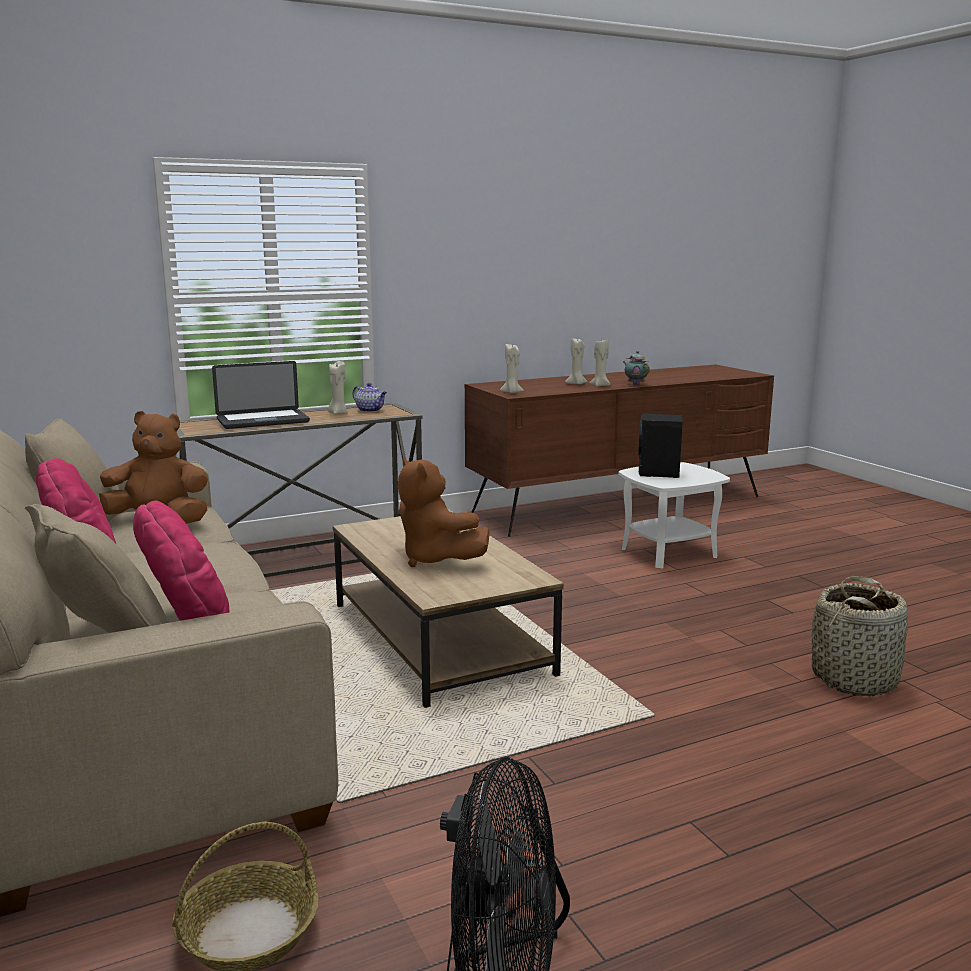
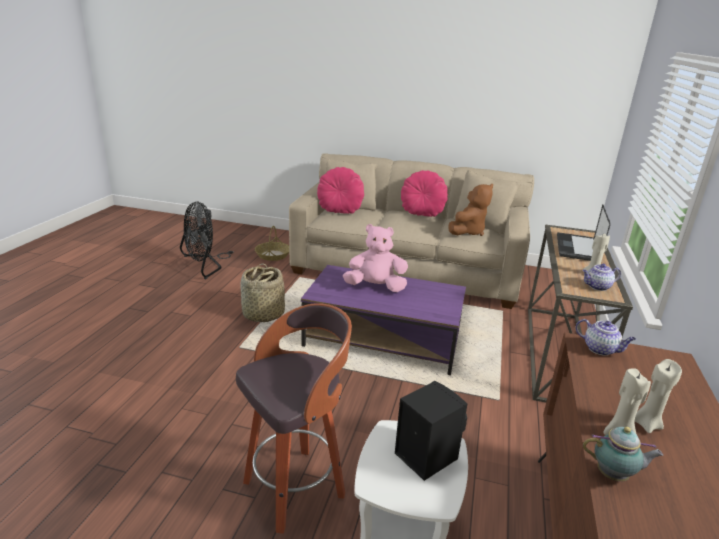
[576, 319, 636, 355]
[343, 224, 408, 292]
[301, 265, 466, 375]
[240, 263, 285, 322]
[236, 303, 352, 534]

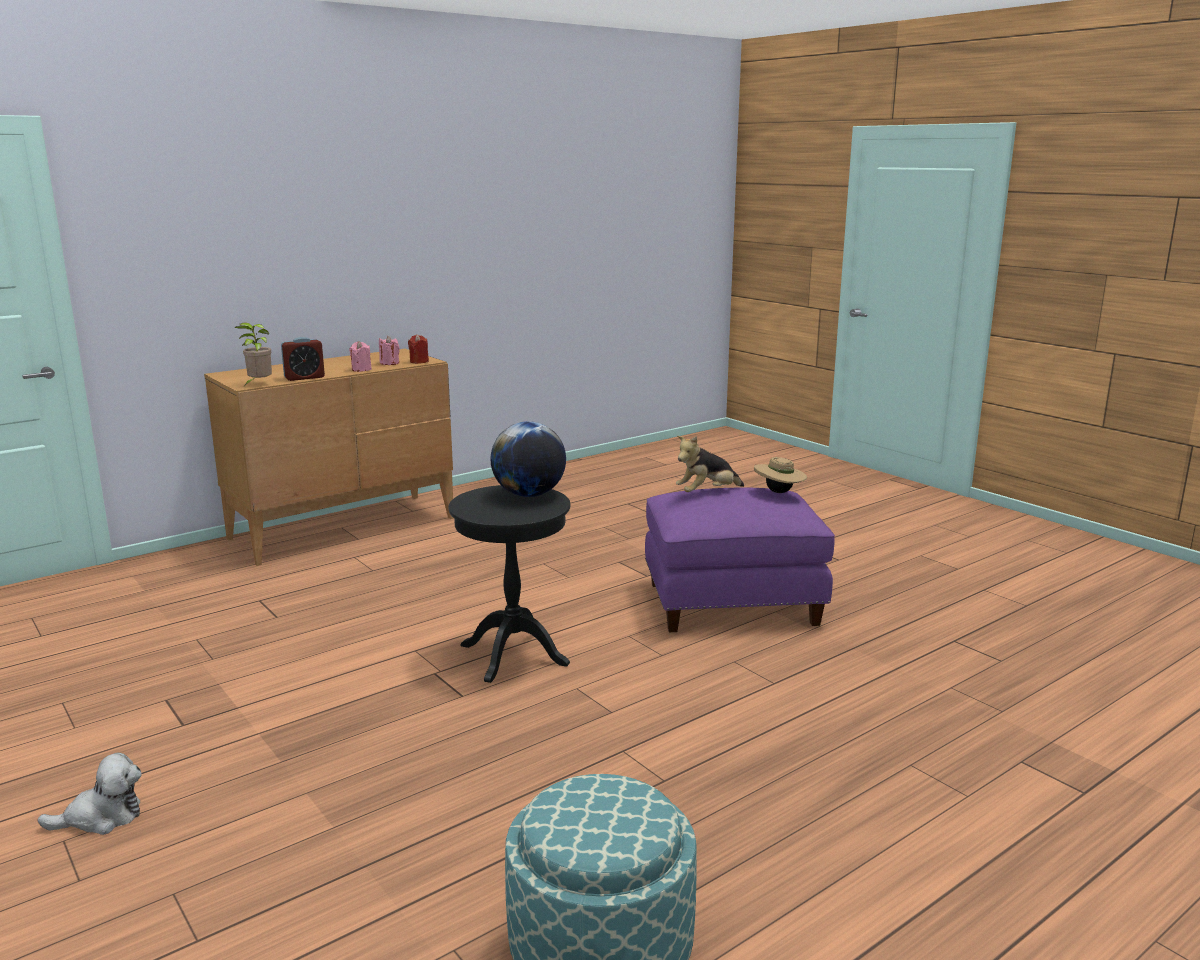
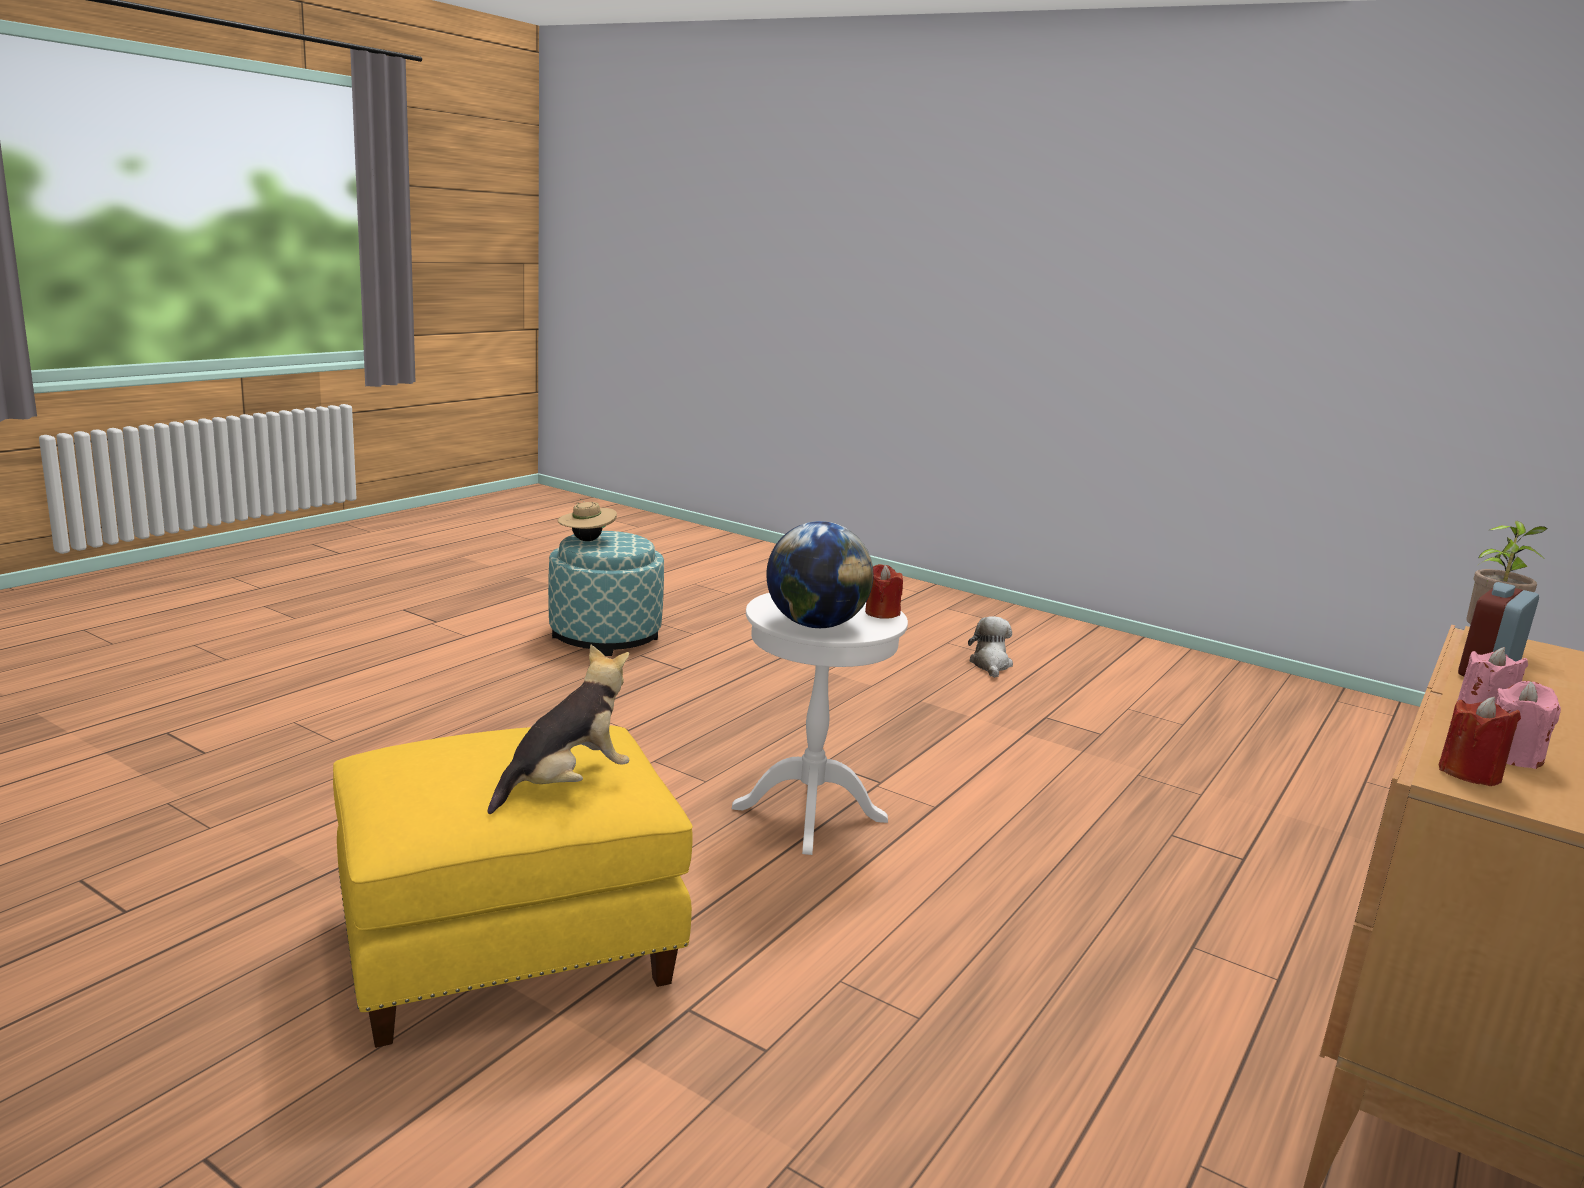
[558, 499, 617, 541]
[732, 593, 908, 855]
[333, 725, 693, 1048]
[968, 616, 1013, 678]
[865, 564, 903, 619]

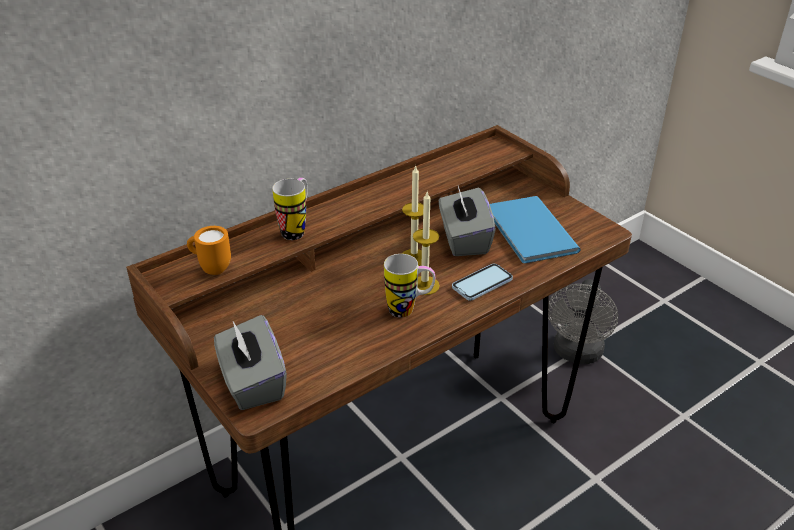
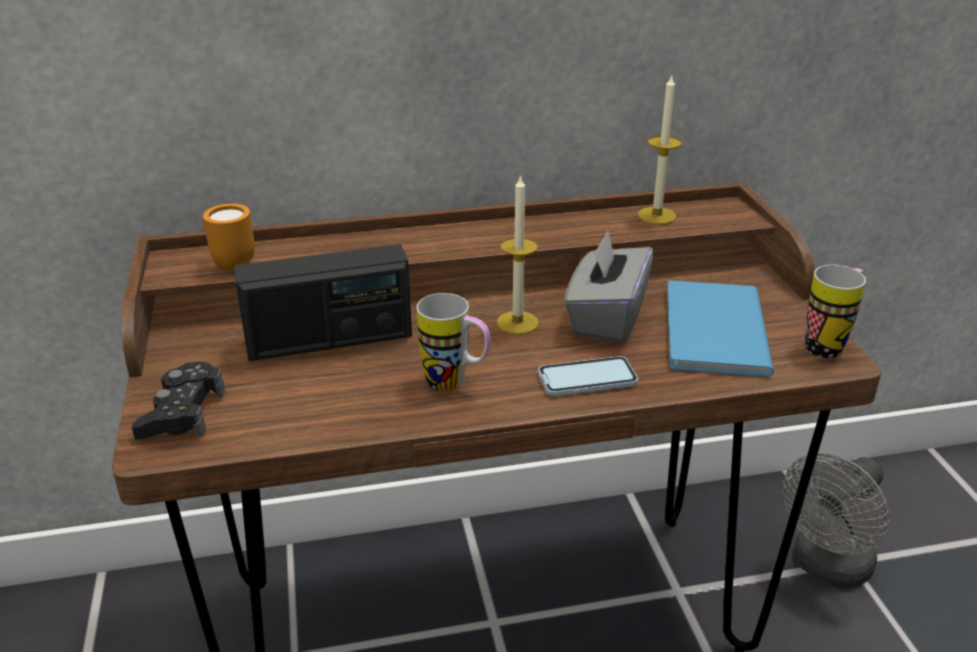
[806, 265, 866, 358]
[638, 75, 682, 224]
[131, 362, 225, 440]
[234, 244, 412, 361]

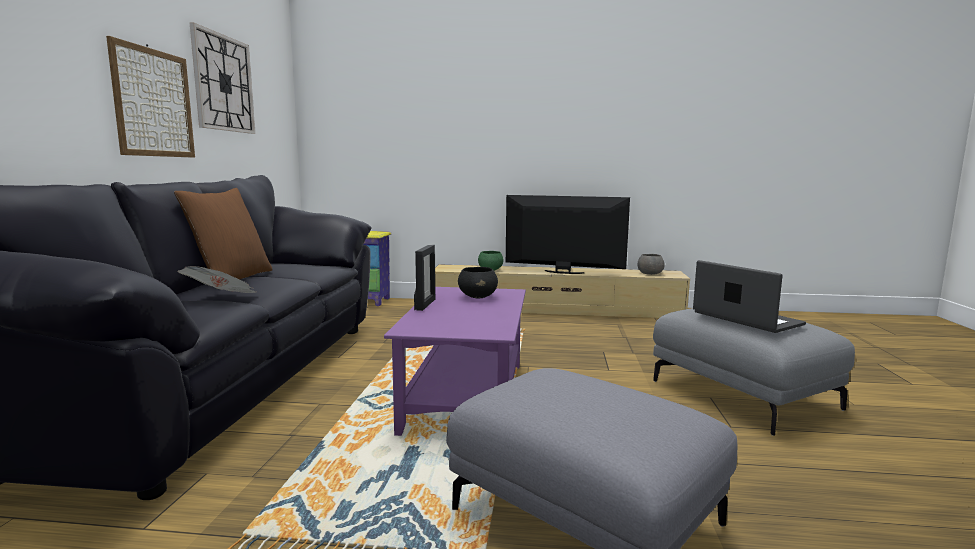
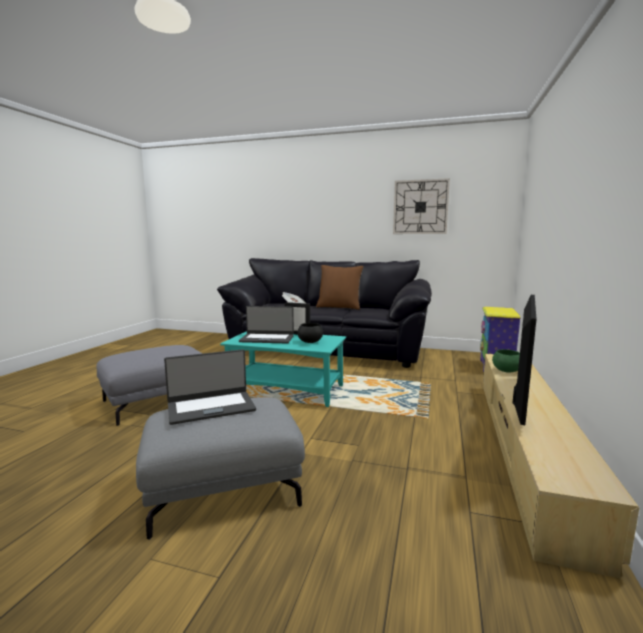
[106, 36, 195, 158] (first image)
[638, 254, 665, 275] (first image)
[220, 331, 346, 407]
[239, 306, 294, 344]

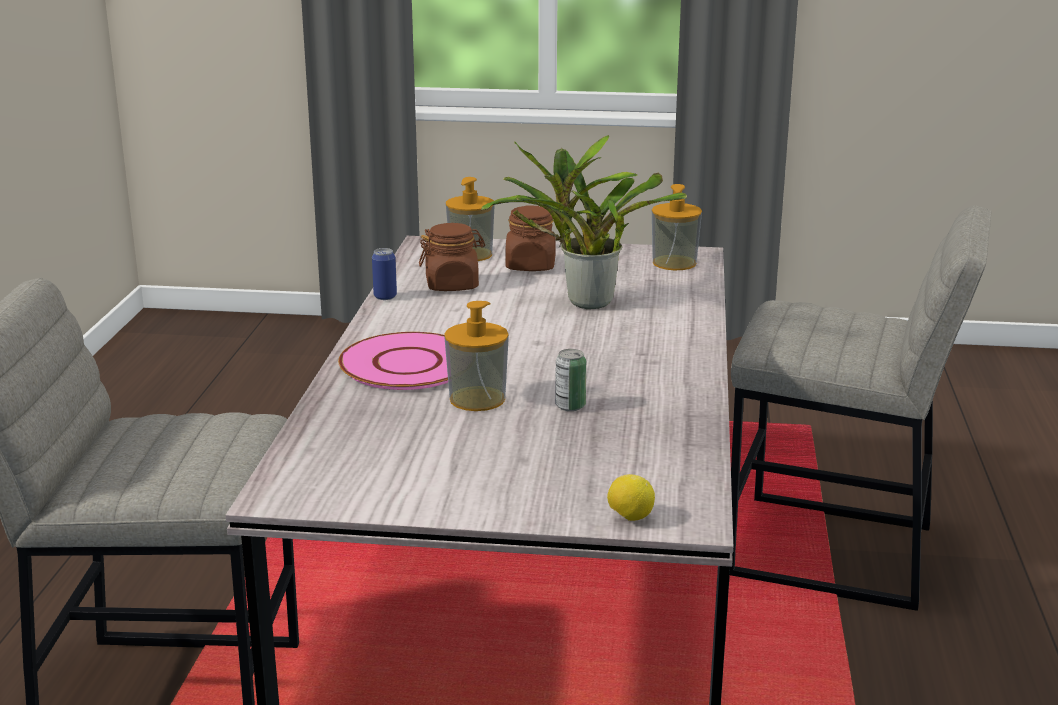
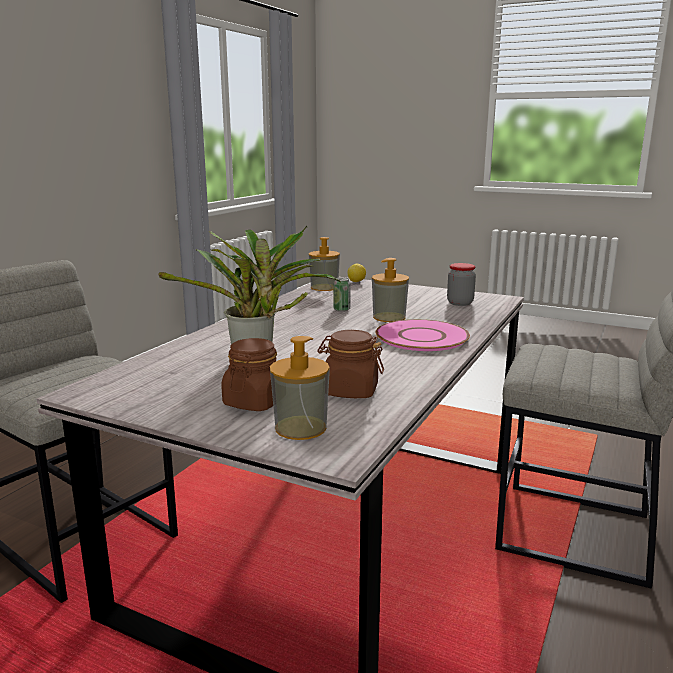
[309, 237, 340, 291]
[372, 248, 397, 300] (first image)
[447, 263, 476, 306]

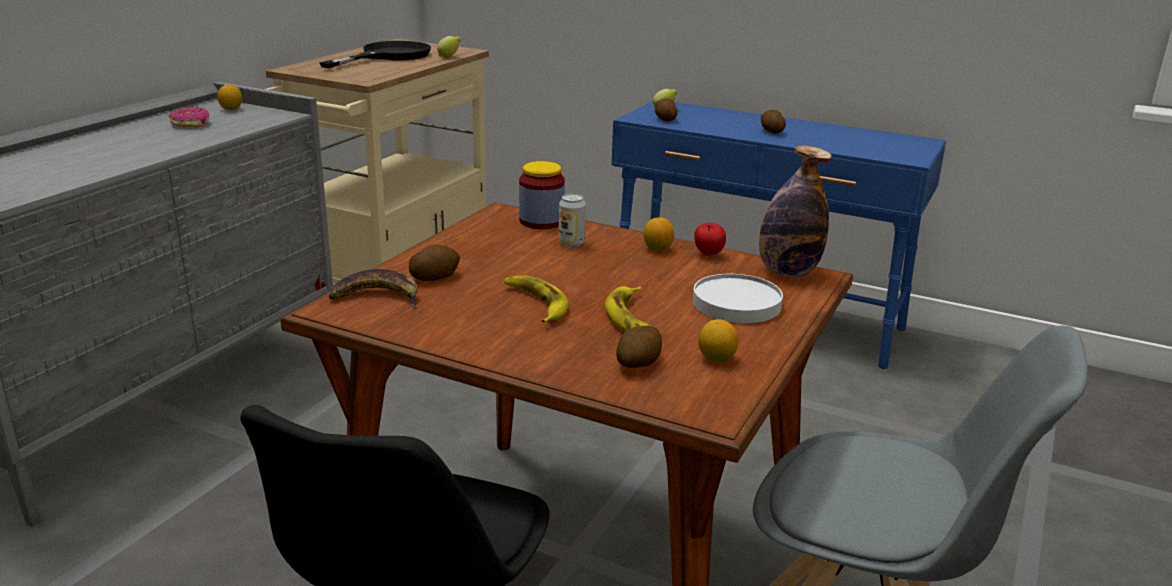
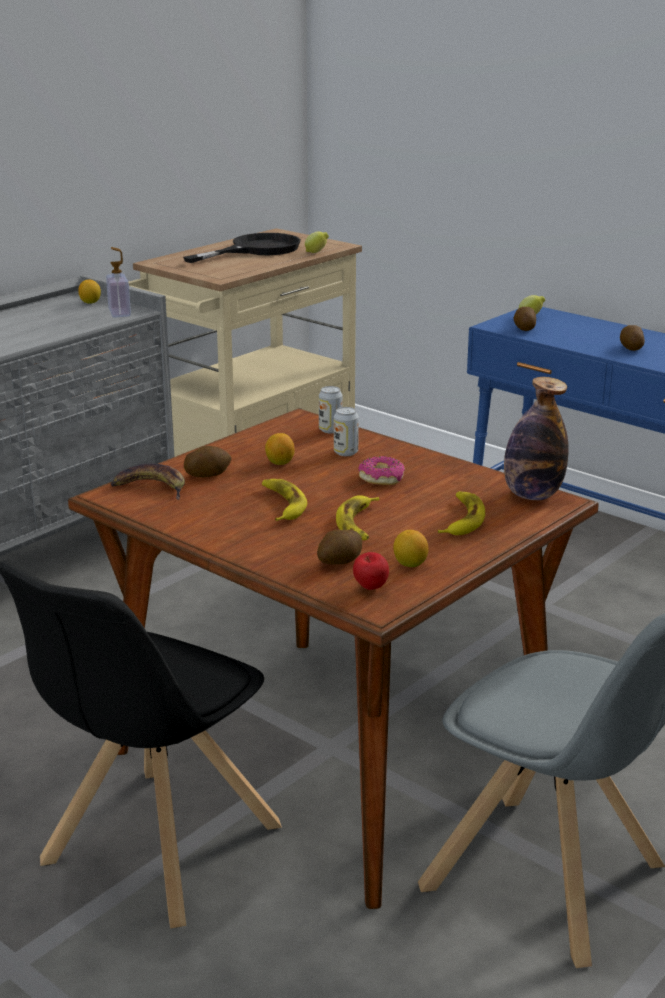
[358, 456, 405, 485]
[319, 386, 342, 433]
[265, 433, 295, 465]
[353, 552, 389, 590]
[438, 492, 485, 535]
[106, 247, 131, 318]

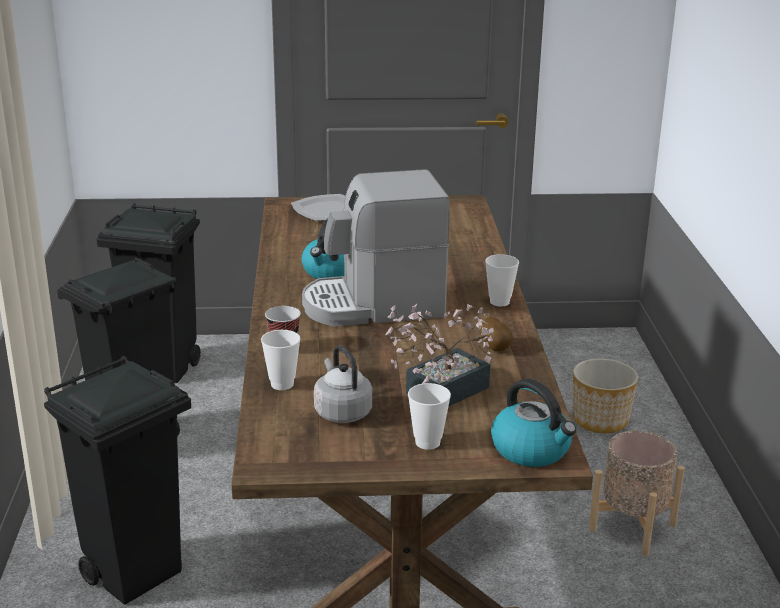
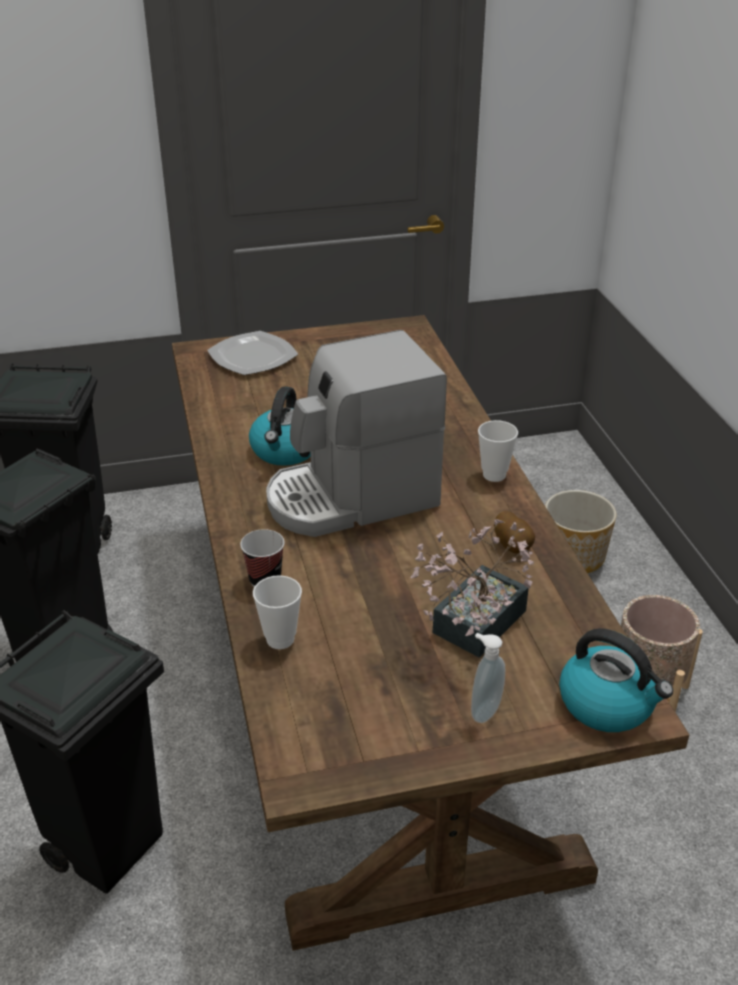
[314, 345, 372, 423] (first image)
[471, 633, 505, 723]

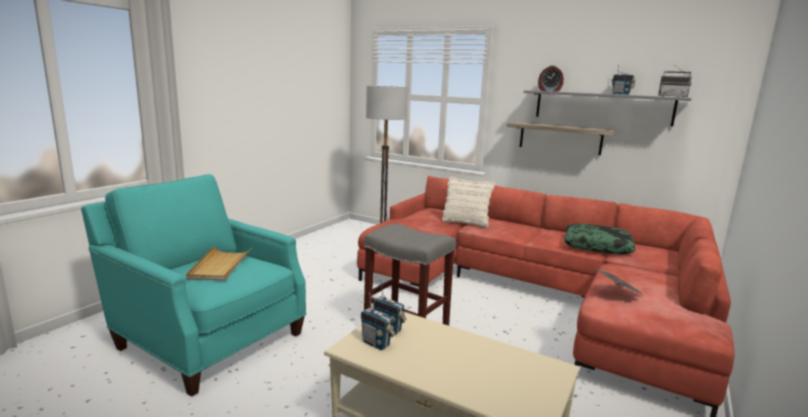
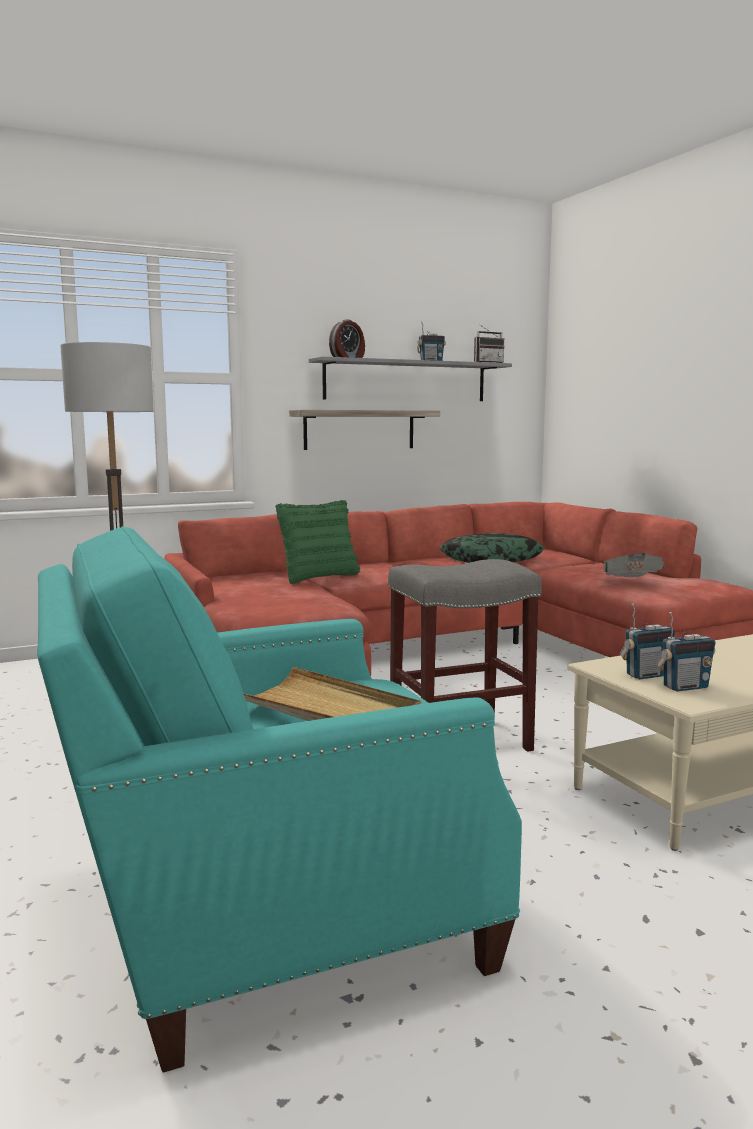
[275, 500, 360, 584]

